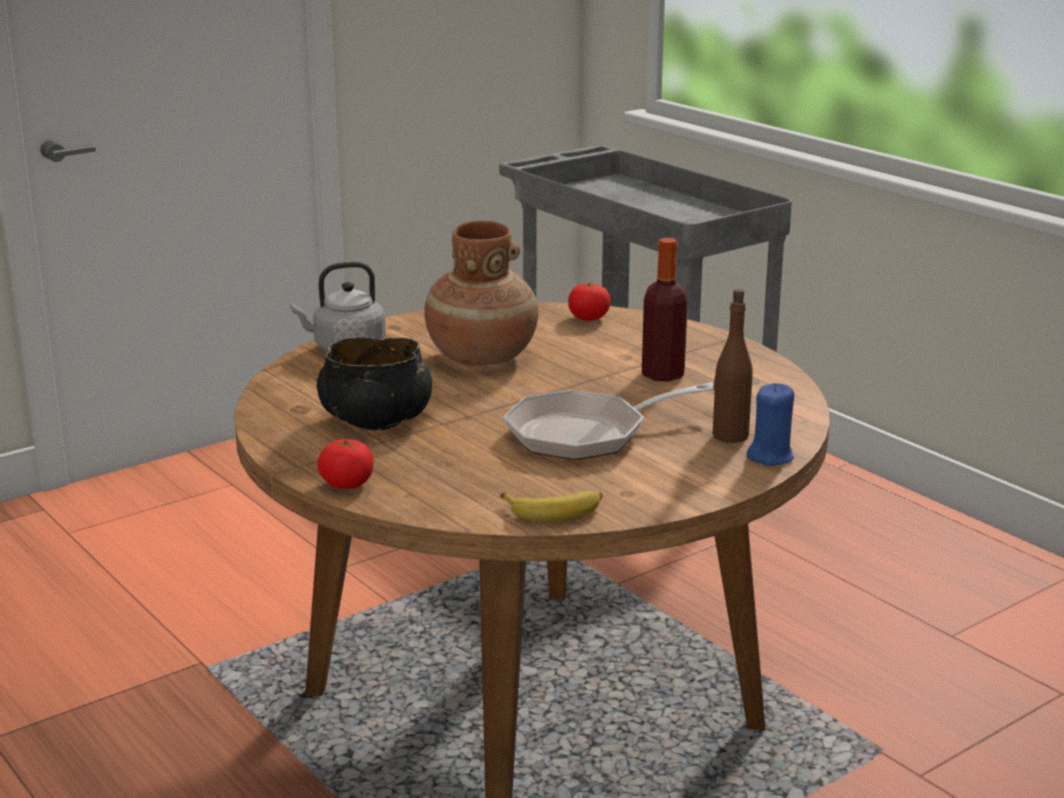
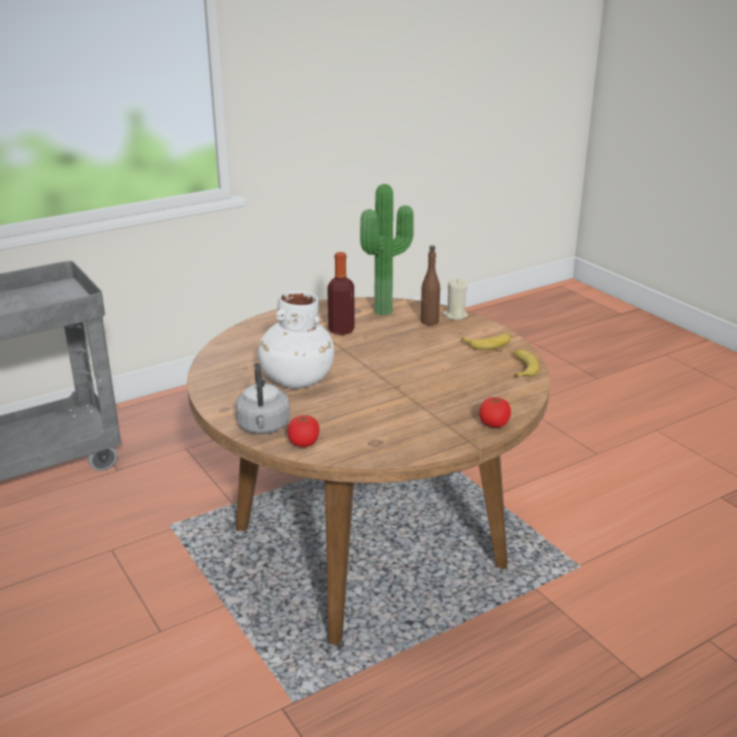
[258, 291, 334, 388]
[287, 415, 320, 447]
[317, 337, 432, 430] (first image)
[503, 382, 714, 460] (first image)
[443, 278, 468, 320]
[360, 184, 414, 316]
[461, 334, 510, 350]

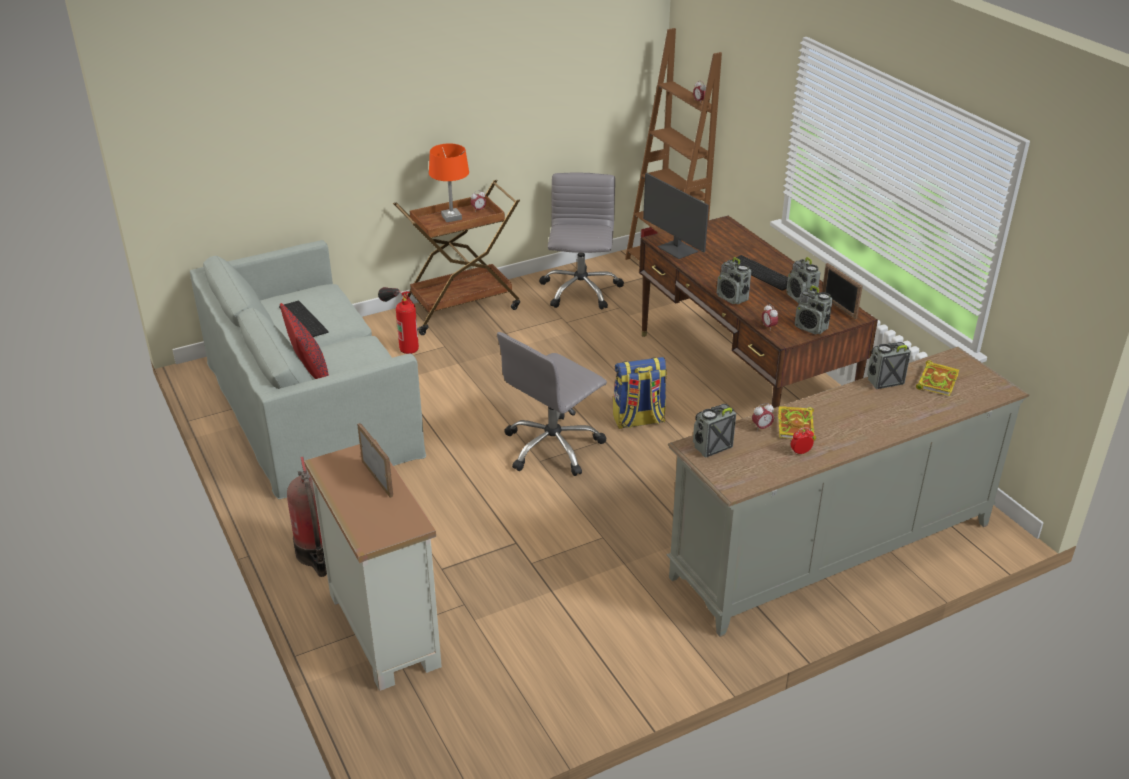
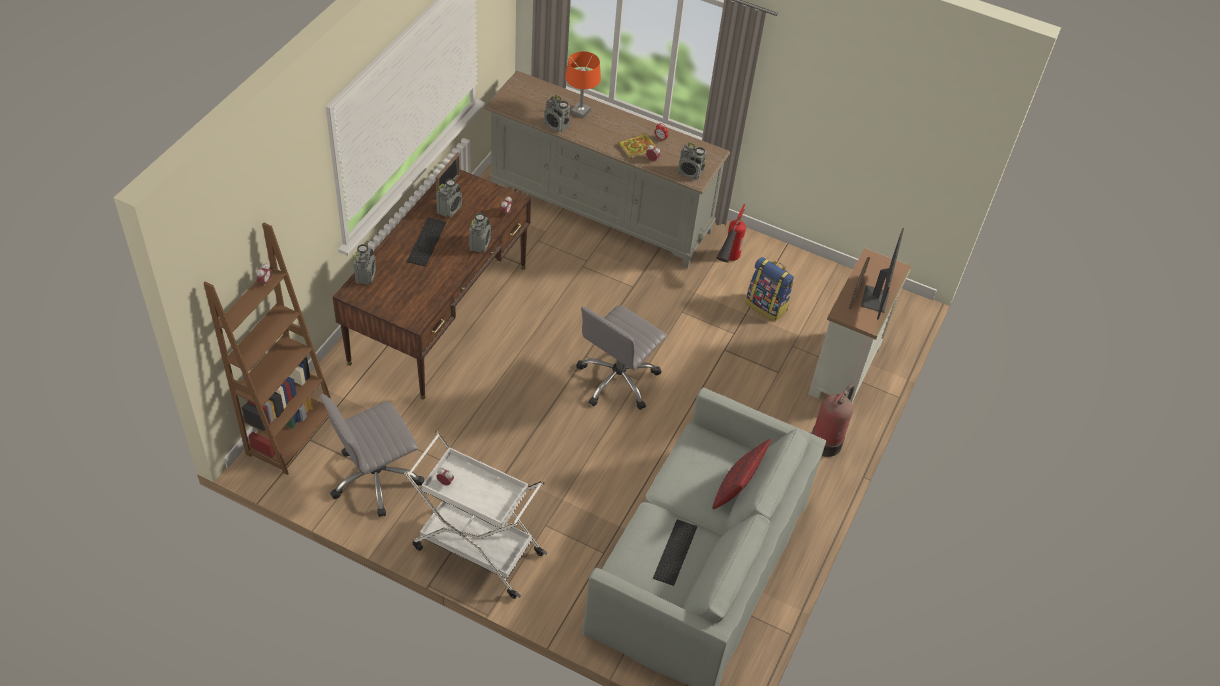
[565, 51, 601, 118]
[861, 228, 904, 320]
[404, 431, 547, 599]
[353, 244, 376, 284]
[716, 204, 746, 262]
[576, 305, 667, 410]
[745, 257, 794, 322]
[916, 360, 960, 396] (first image)

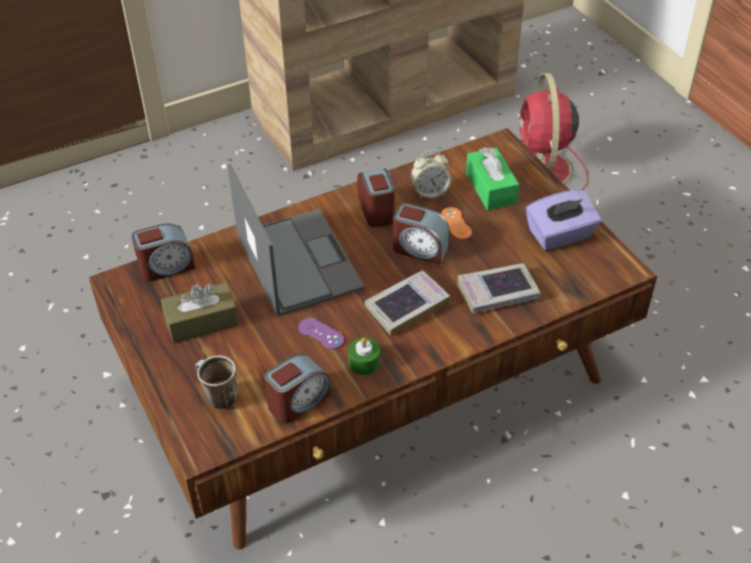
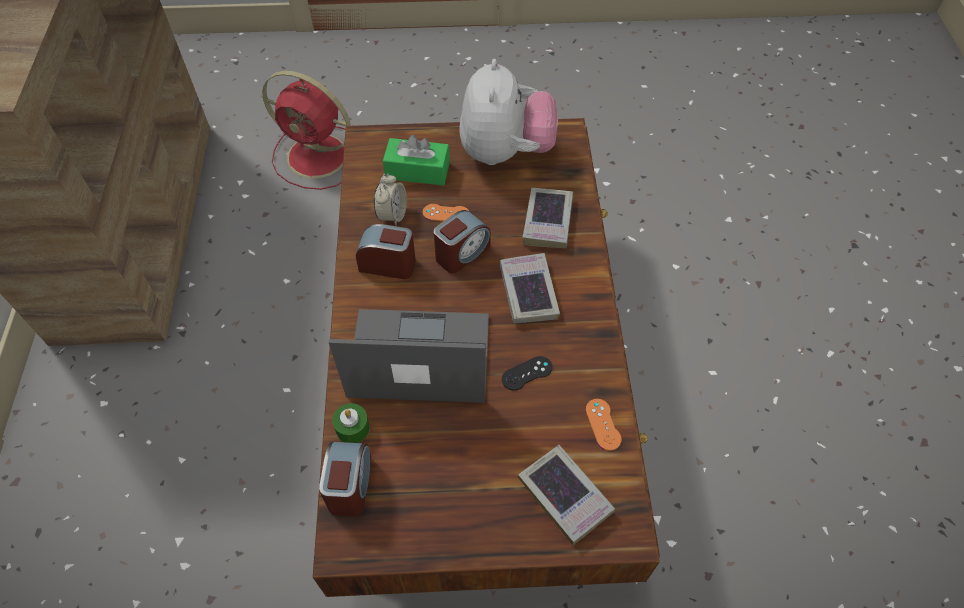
[459, 59, 558, 165]
[161, 282, 239, 343] (first image)
[502, 356, 552, 390]
[332, 403, 370, 443]
[586, 399, 622, 451]
[518, 445, 615, 545]

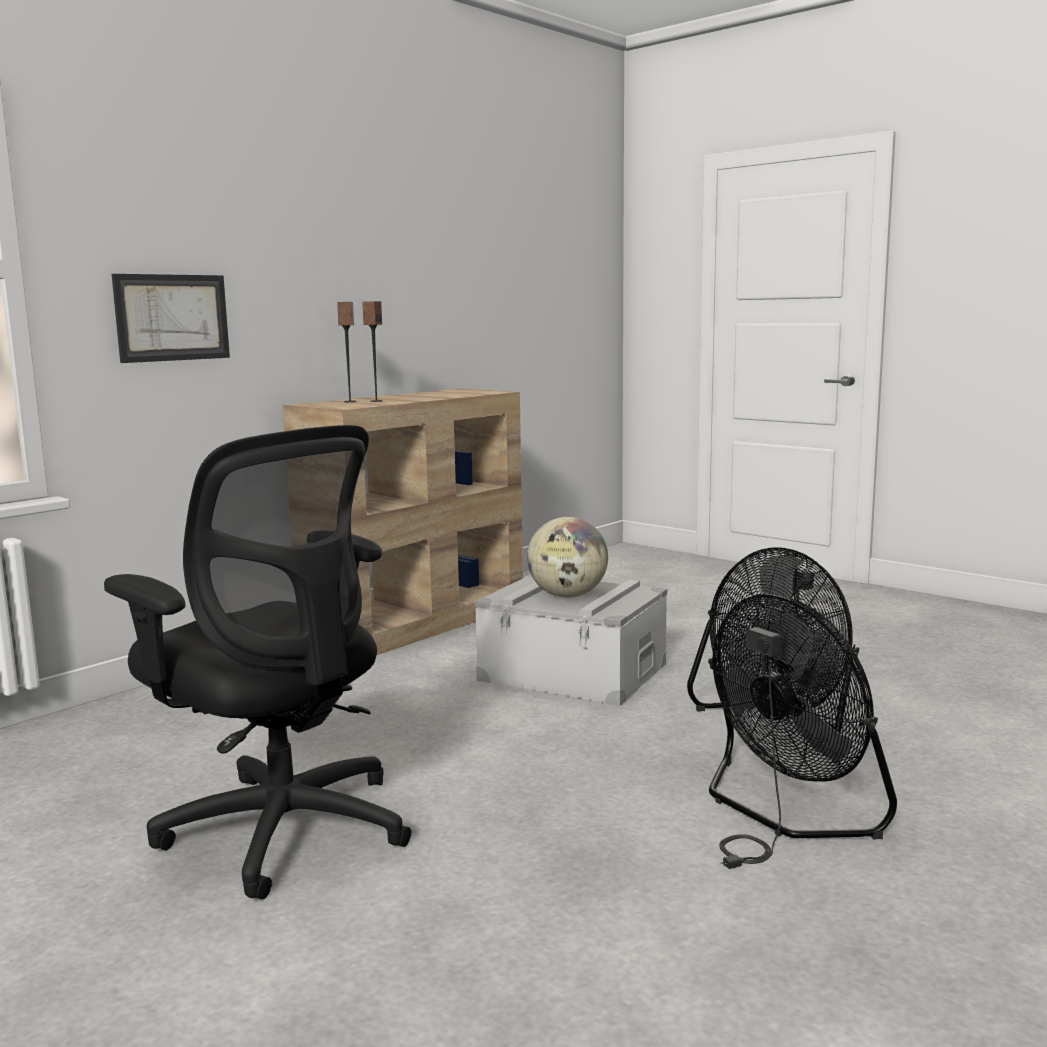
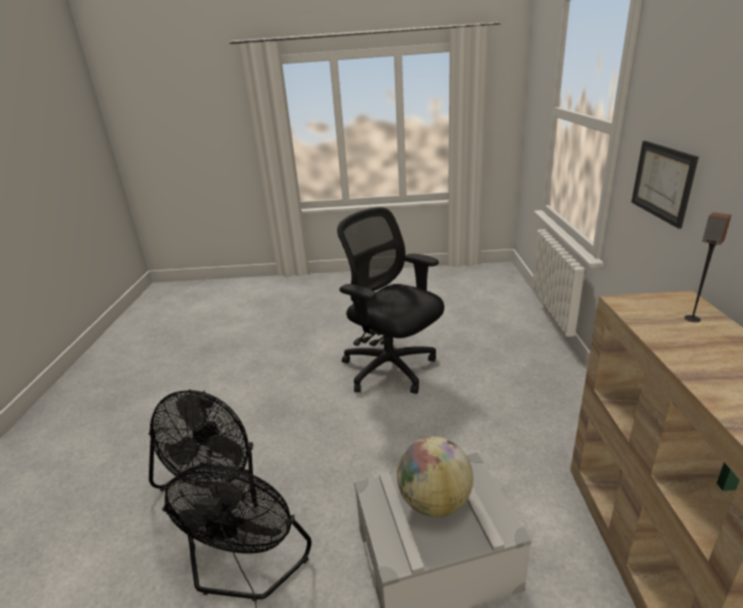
[362, 301, 383, 402] (first image)
[337, 207, 444, 394]

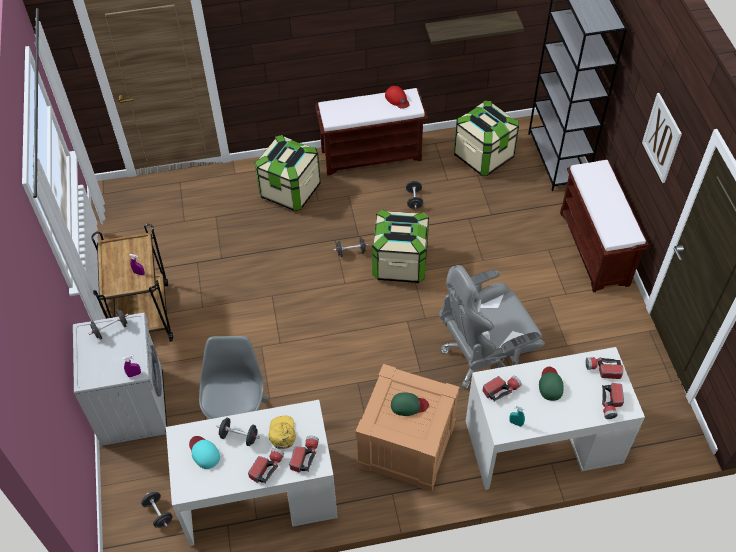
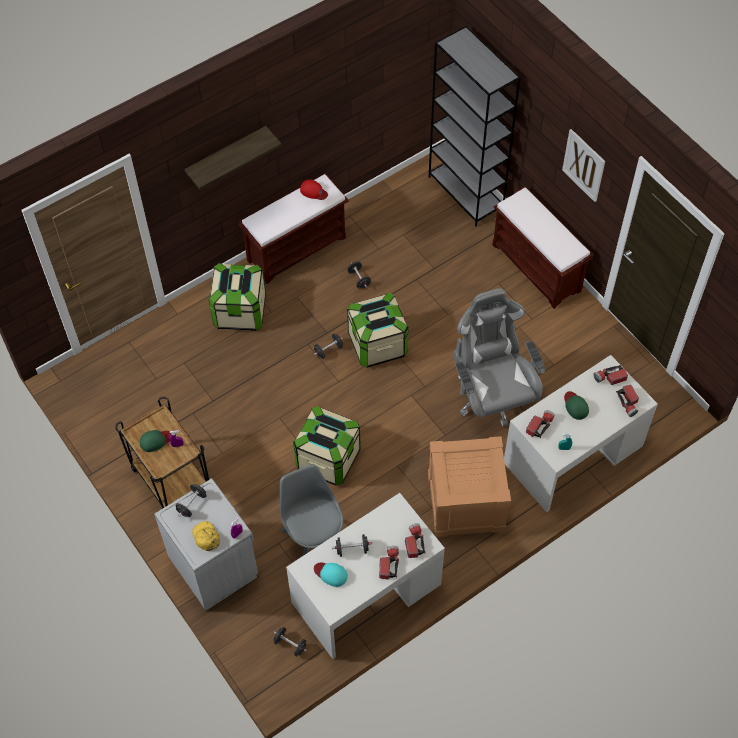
[184, 126, 282, 190]
[293, 406, 361, 486]
[453, 288, 545, 427]
[140, 430, 171, 452]
[192, 521, 220, 551]

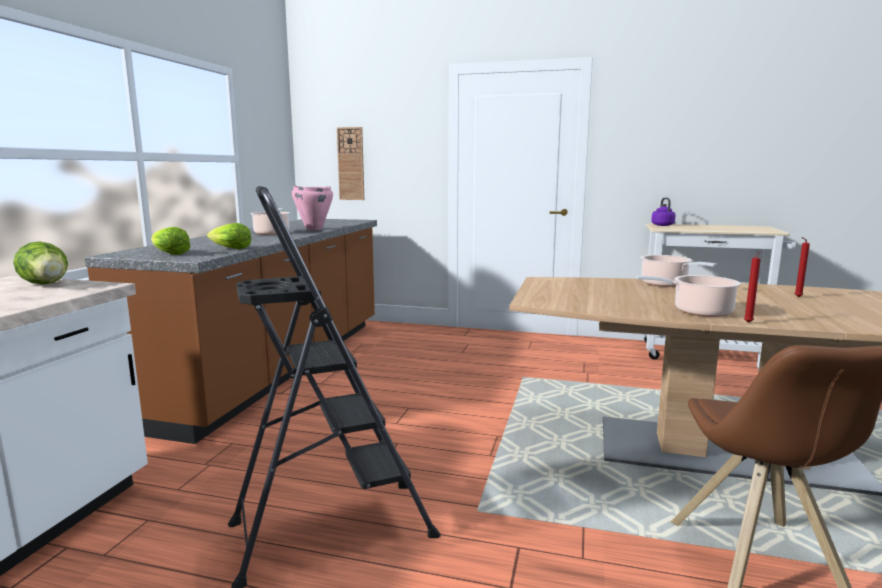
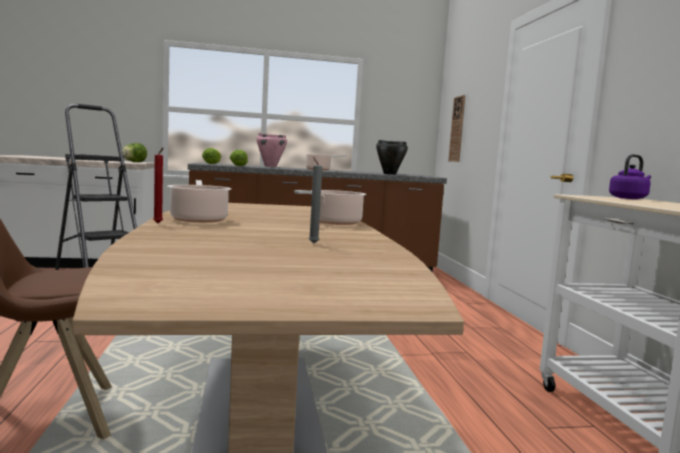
[257, 133, 287, 167]
[309, 157, 322, 244]
[376, 140, 408, 175]

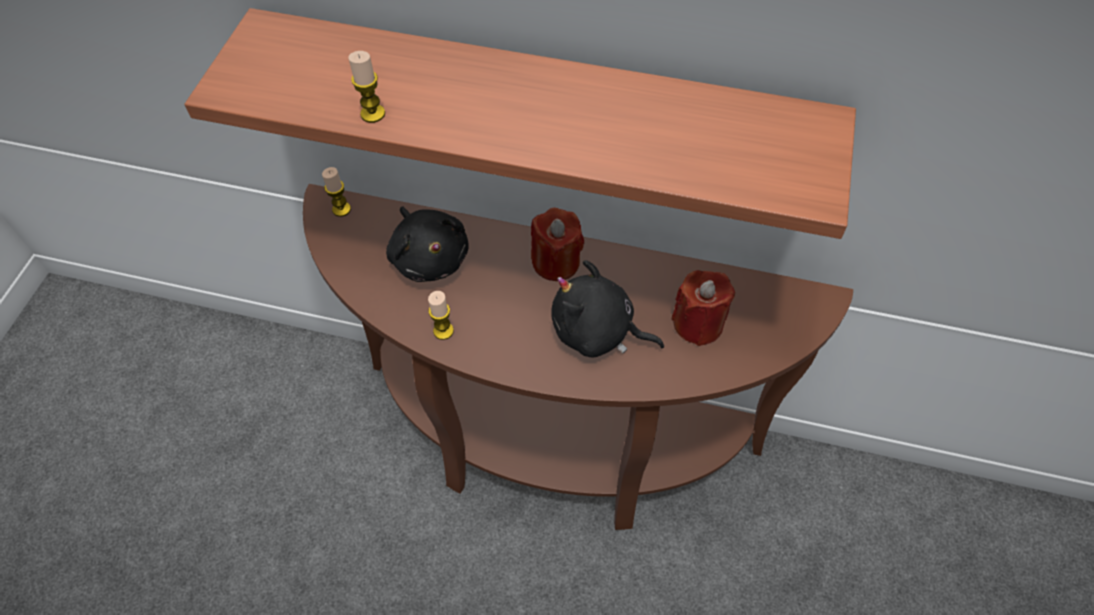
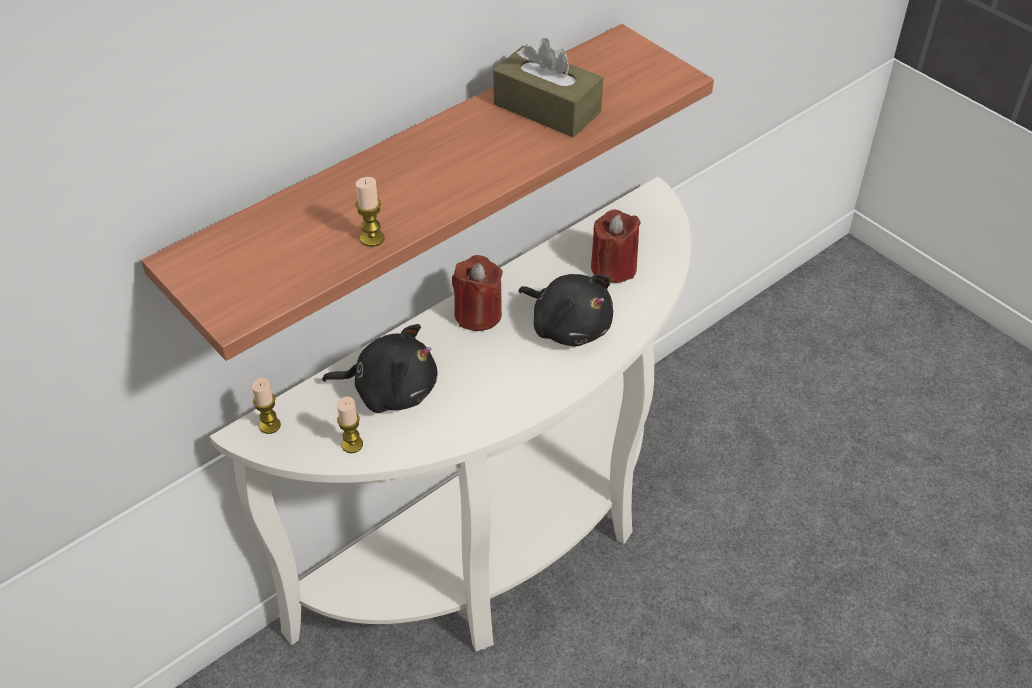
[210, 177, 691, 651]
[518, 274, 613, 346]
[337, 396, 363, 453]
[493, 38, 603, 137]

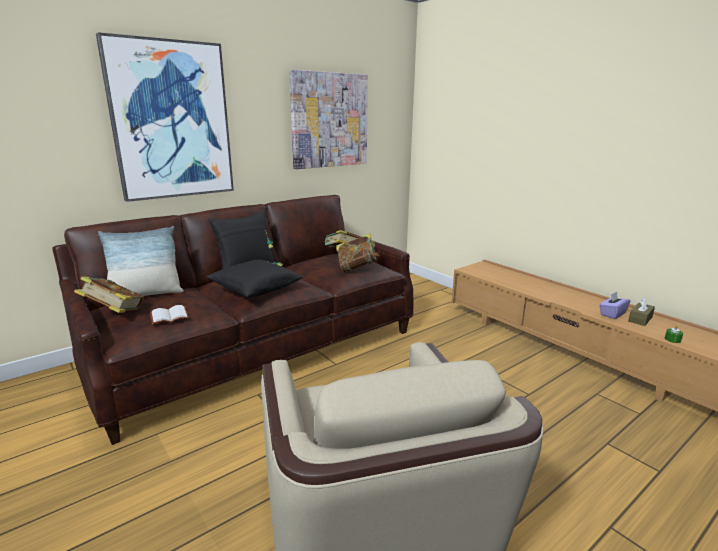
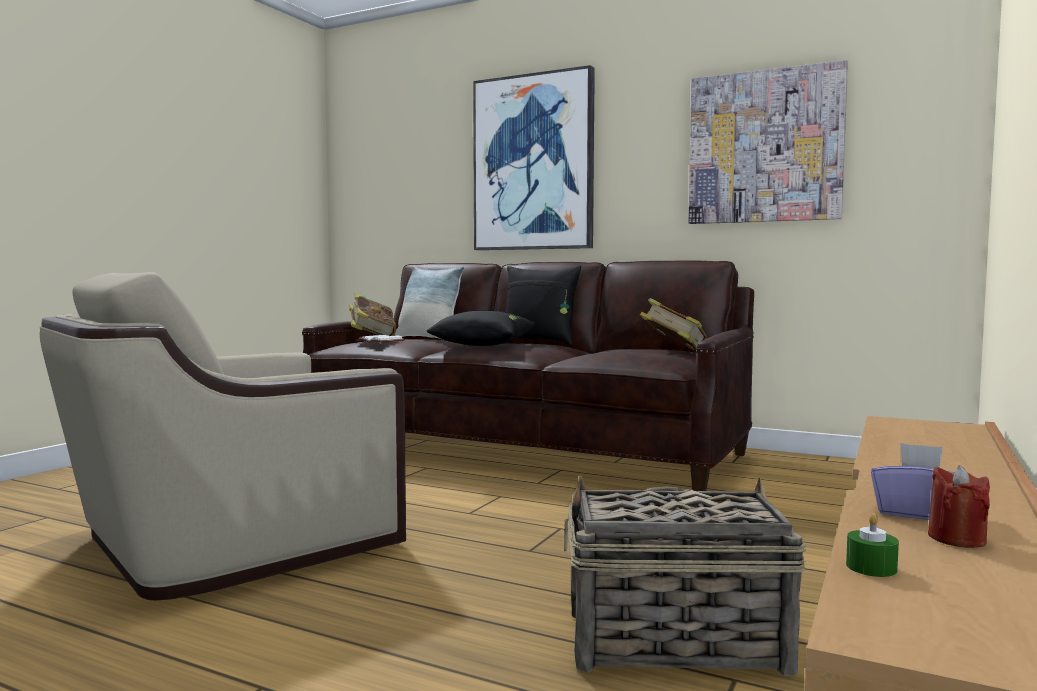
[336, 233, 379, 273] (first image)
[928, 465, 990, 548]
[564, 476, 806, 676]

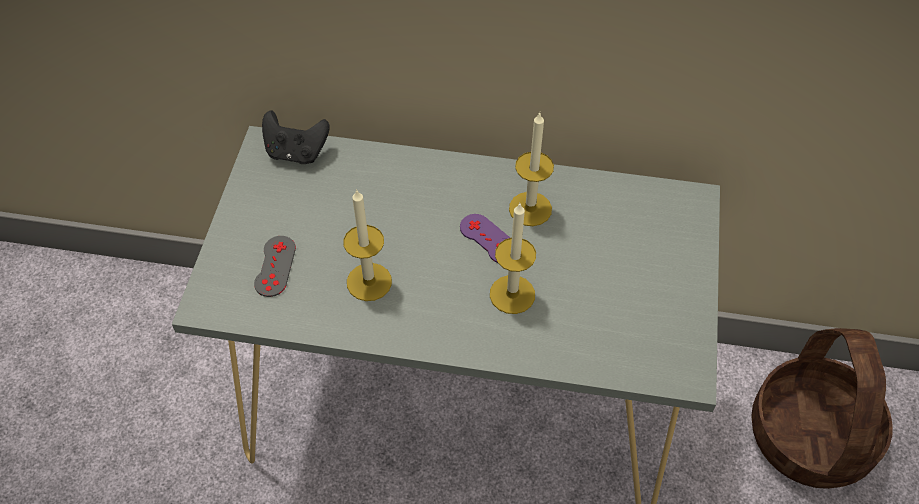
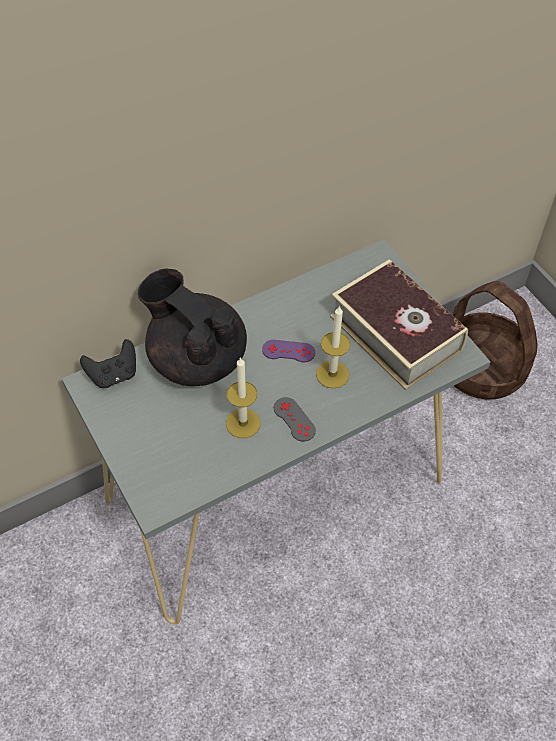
[509, 112, 554, 226] (first image)
[274, 397, 316, 442]
[330, 259, 468, 390]
[138, 268, 247, 386]

